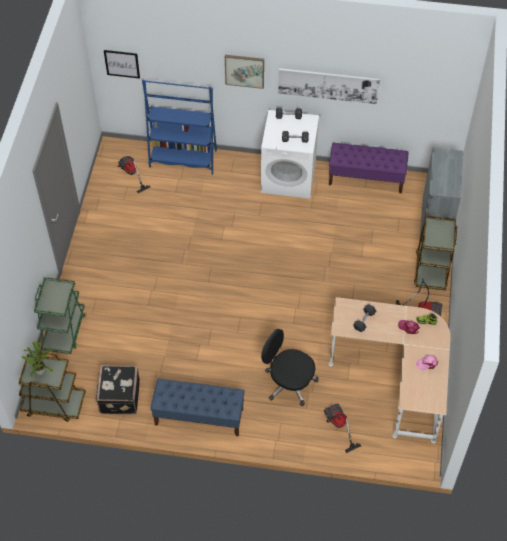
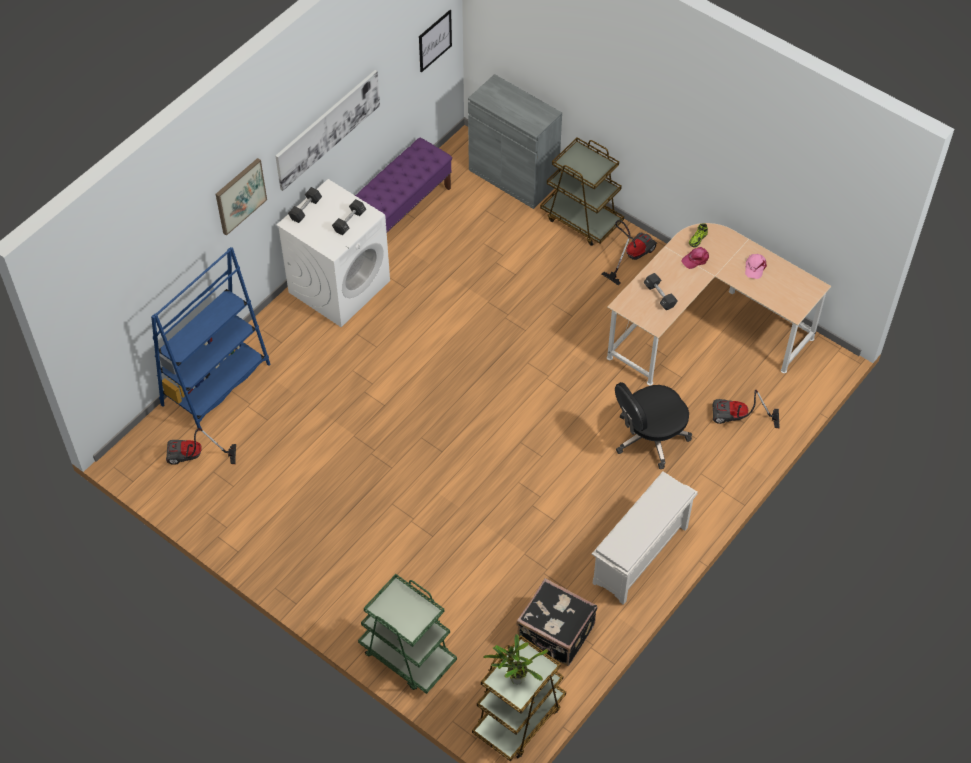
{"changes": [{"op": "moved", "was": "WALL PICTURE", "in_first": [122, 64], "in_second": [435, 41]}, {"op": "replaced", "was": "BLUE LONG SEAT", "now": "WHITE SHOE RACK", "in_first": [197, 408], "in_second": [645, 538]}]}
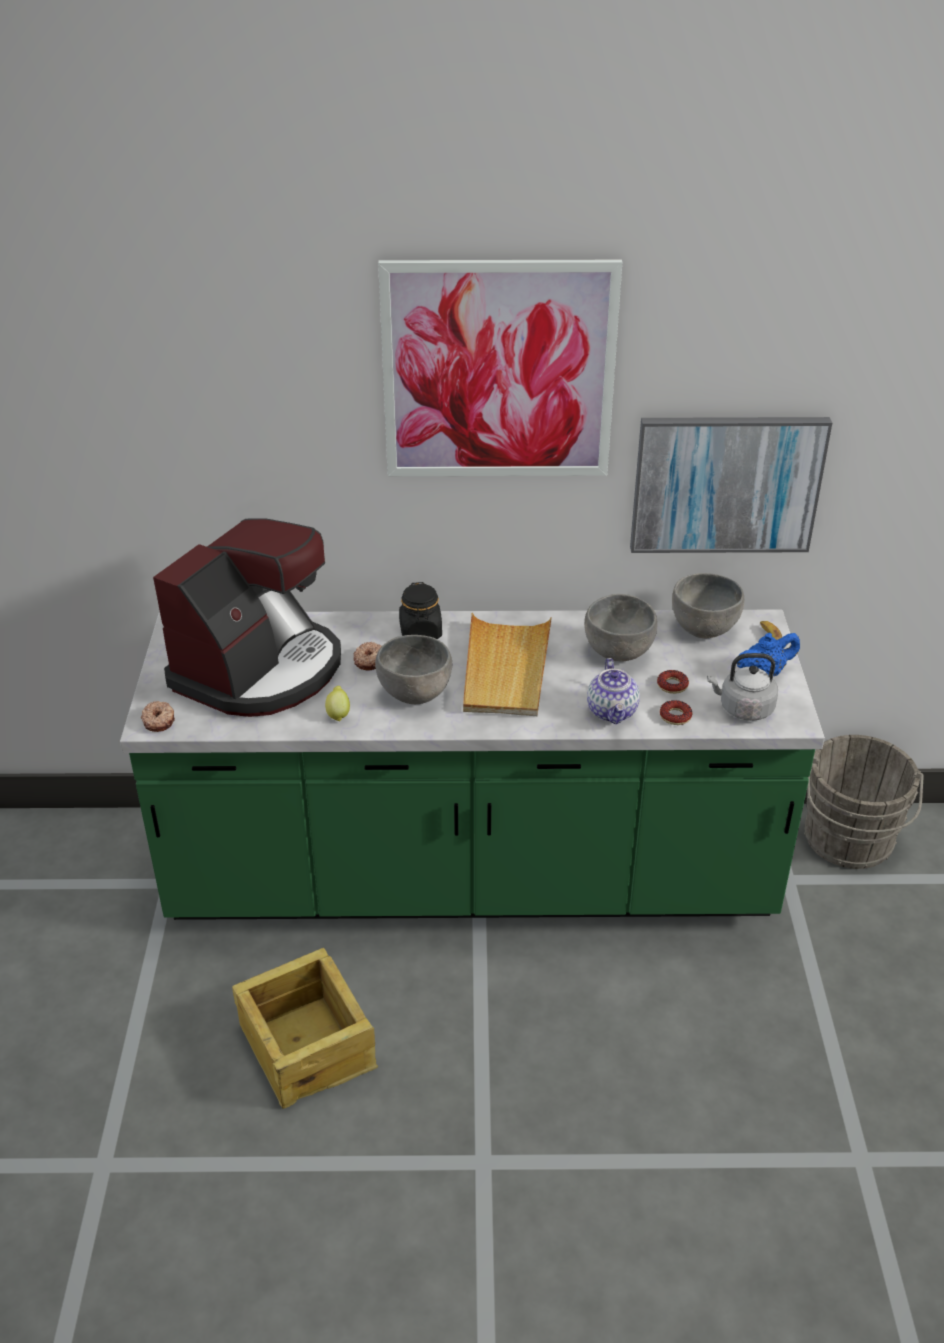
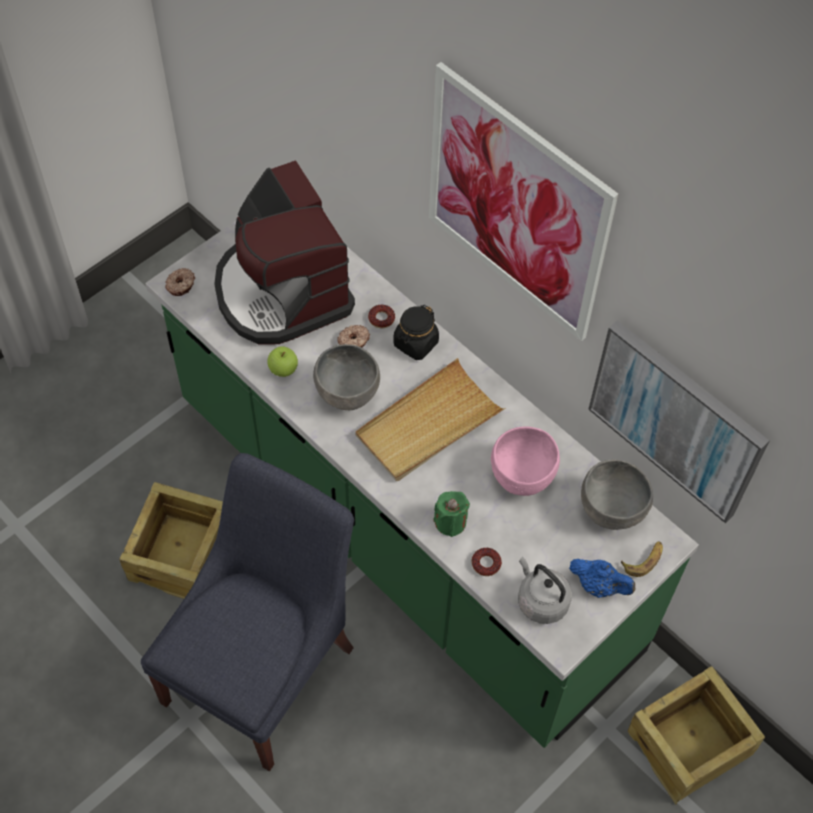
{"changes": [{"op": "added", "now": "BLUE CHAIR", "in_second": [247, 612]}, {"op": "moved", "was": "DOUGHNUT", "in_first": [673, 682], "in_second": [381, 316]}, {"op": "replaced", "was": "CITRUS FRUIT", "now": "WHOLE APPLE", "in_first": [337, 704], "in_second": [282, 361]}, {"op": "replaced", "was": "TEA POT", "now": "GREENISH WAX CANDLE", "in_first": [613, 691], "in_second": [452, 514]}, {"op": "replaced", "was": "GREY BUCKET", "now": "SHIPPING CRATE", "in_first": [864, 802], "in_second": [696, 735]}, {"op": "recoloured", "was": "GREY BOWL", "now": "PINK BOWL", "in_first": [621, 628], "in_second": [525, 461]}, {"op": "turned", "was": "COFFEE BREWER", "in_first": [247, 617], "in_second": [284, 252], "clockwise": 75}]}
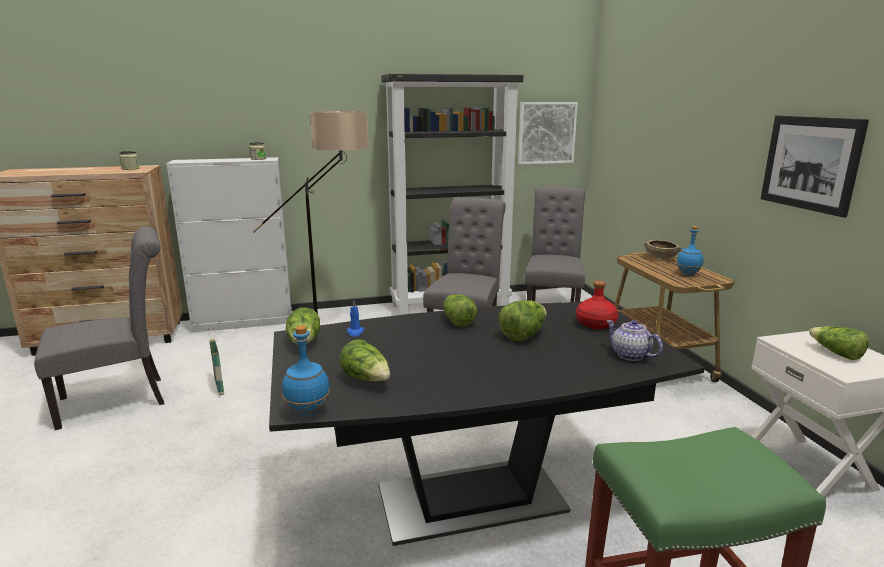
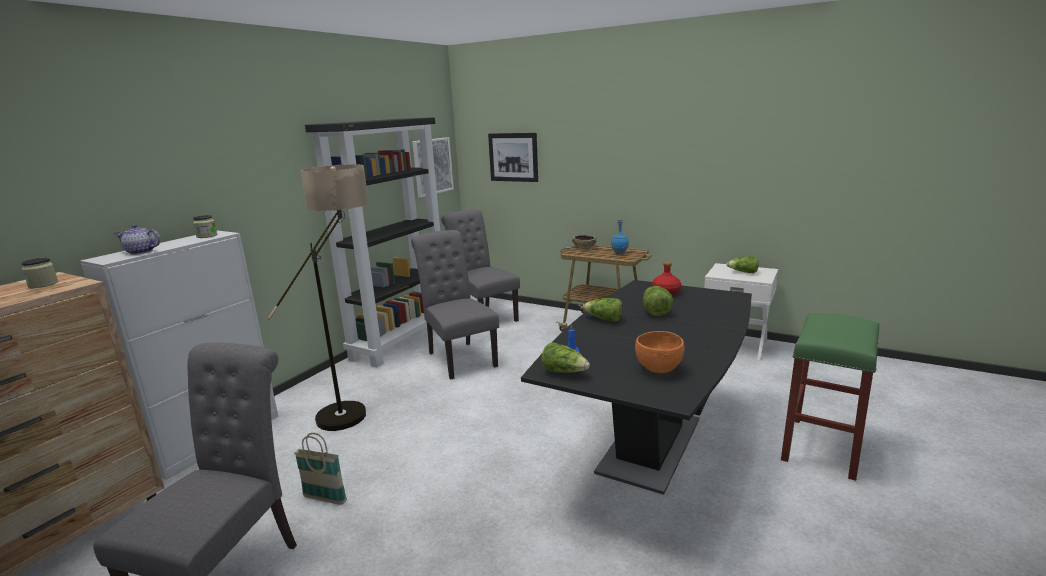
{"changes": [{"op": "removed", "was": "BLUE DRINK BOTTLE", "in_first": [306, 370]}, {"op": "moved", "was": "TEA POT", "in_first": [635, 340], "in_second": [138, 240]}, {"op": "moved", "was": "WALL PICTURE", "in_first": [815, 167], "in_second": [513, 157]}, {"op": "replaced", "was": "LETTUCE", "now": "ORANGE-COLOURED BOWL", "in_first": [365, 360], "in_second": [660, 352]}]}
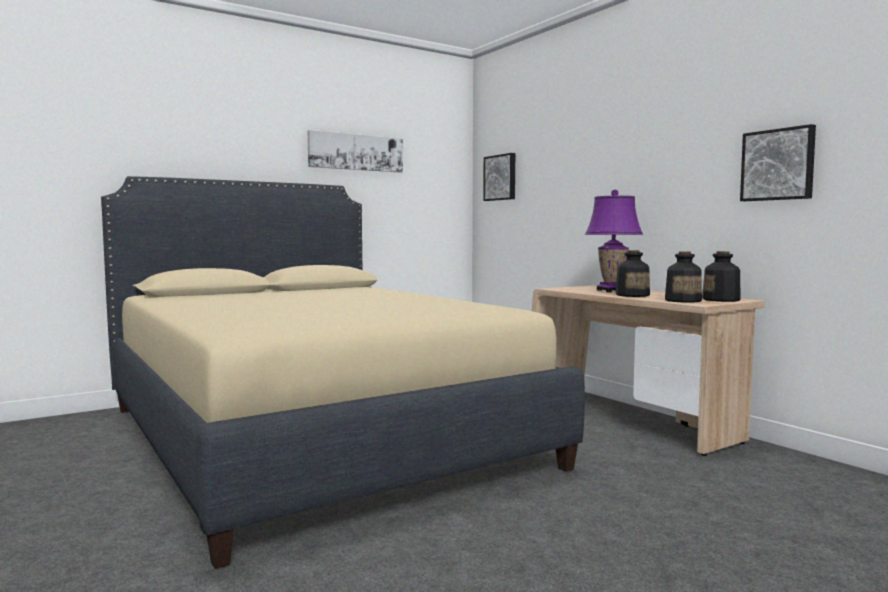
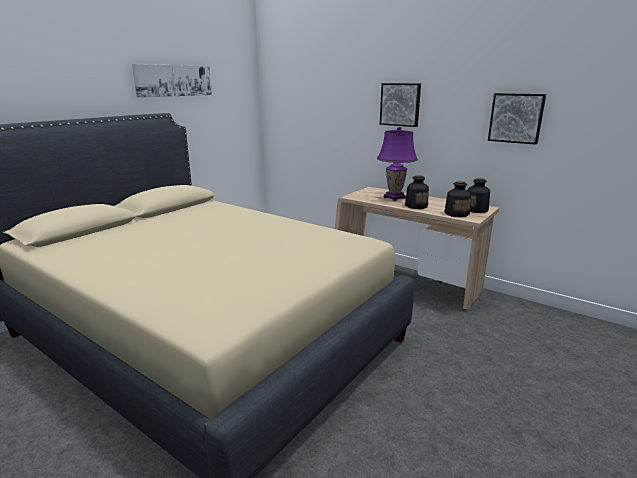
{"changes": [{"op": "moved", "was": "WALL PICTURE", "in_first": [499, 177], "in_second": [400, 105]}]}
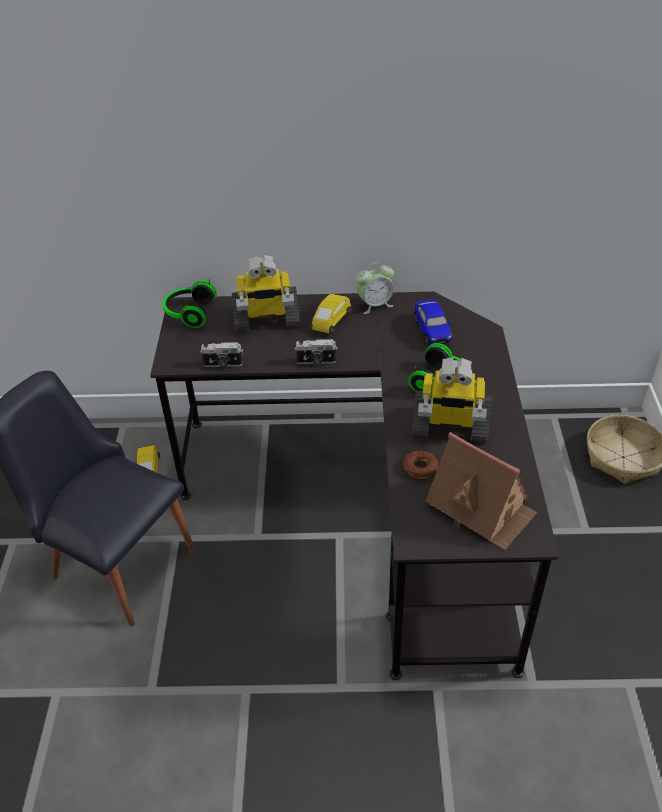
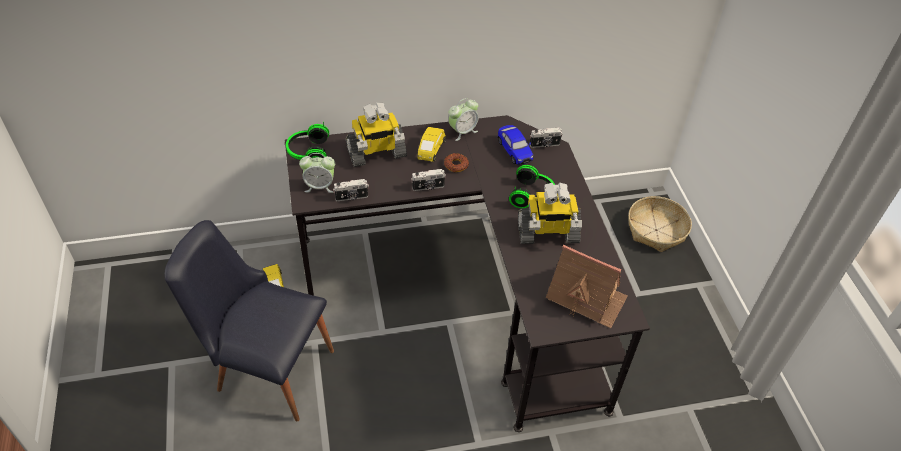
{"changes": [{"op": "added", "now": "TABLE CLOCK", "in_second": [317, 173]}, {"op": "added", "now": "STILL CAMERA", "in_second": [546, 137]}, {"op": "moved", "was": "DOUGHNUT", "in_first": [421, 464], "in_second": [456, 162]}]}
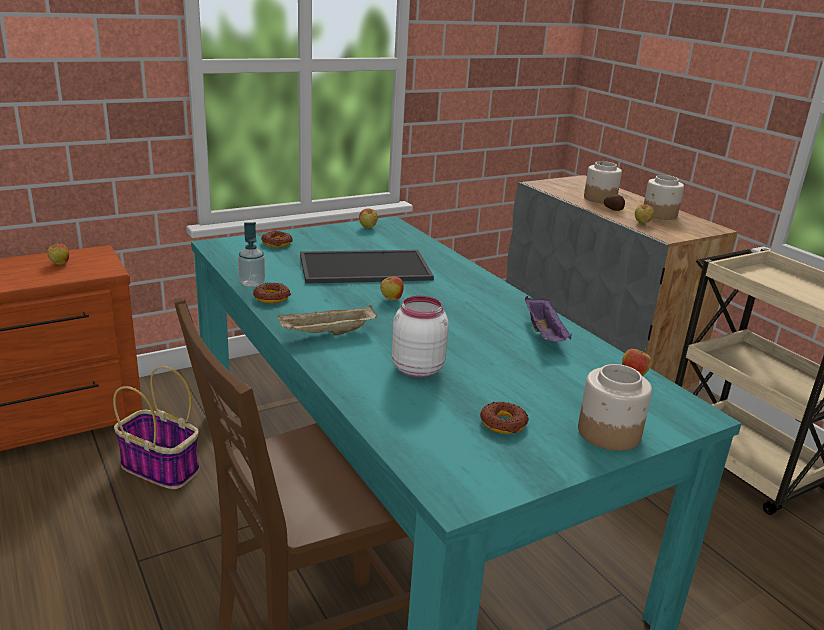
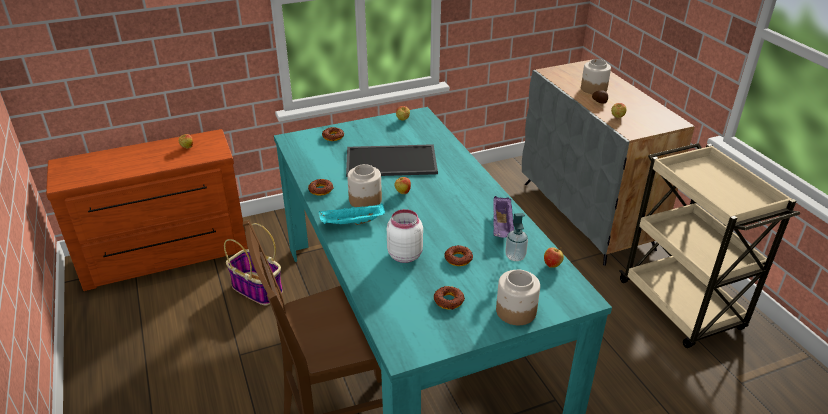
{"changes": [{"op": "added", "now": "DOUGHNUT", "in_second": [458, 255]}, {"op": "moved", "was": "LIQUID SOAP BOTTLE", "in_first": [251, 254], "in_second": [516, 237]}, {"op": "moved", "was": "JAR", "in_first": [664, 197], "in_second": [364, 185]}, {"op": "recoloured", "was": "BEIGE-COLOURED TRAY", "now": "TURQUOISE TRAY", "in_first": [327, 320], "in_second": [352, 214]}]}
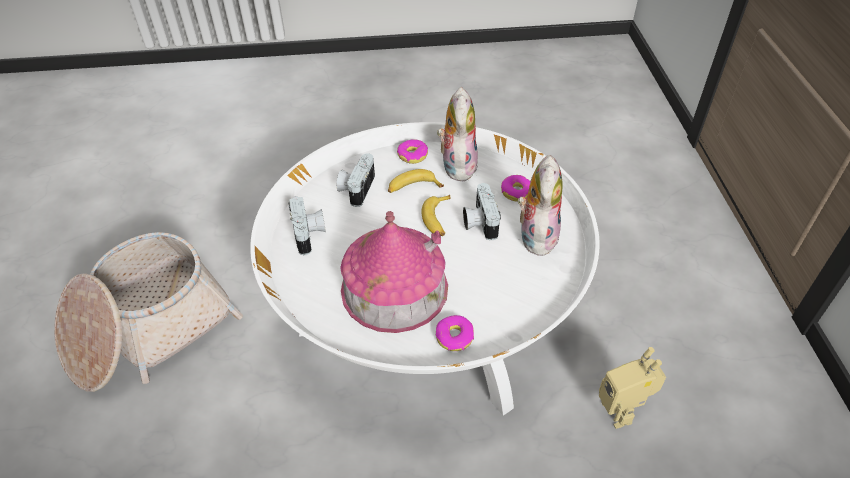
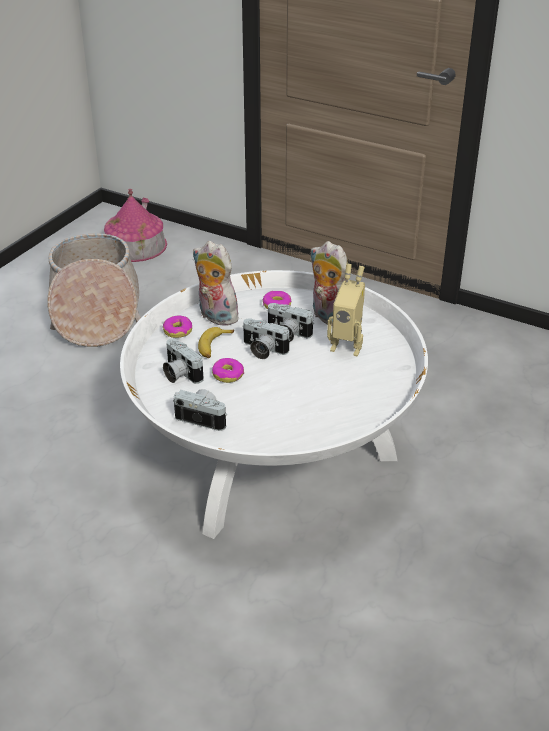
{"changes": [{"op": "moved", "was": "HOUSEHOLD BASKET", "in_first": [148, 312], "in_second": [94, 290]}, {"op": "moved", "was": "MINIATURE HOUSE", "in_first": [394, 272], "in_second": [135, 225]}, {"op": "moved", "was": "DOUGHNUT", "in_first": [455, 333], "in_second": [228, 370]}, {"op": "moved", "was": "ROBOT FIGURE", "in_first": [632, 388], "in_second": [346, 310]}, {"op": "replaced", "was": "WHOLE BANANA", "now": "STILL CAMERA", "in_first": [435, 215], "in_second": [266, 338]}]}
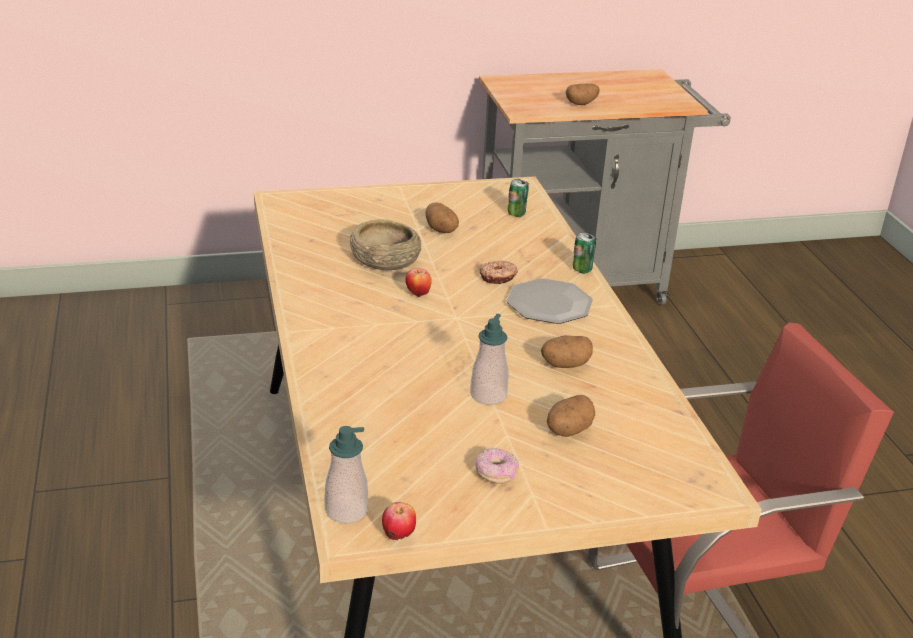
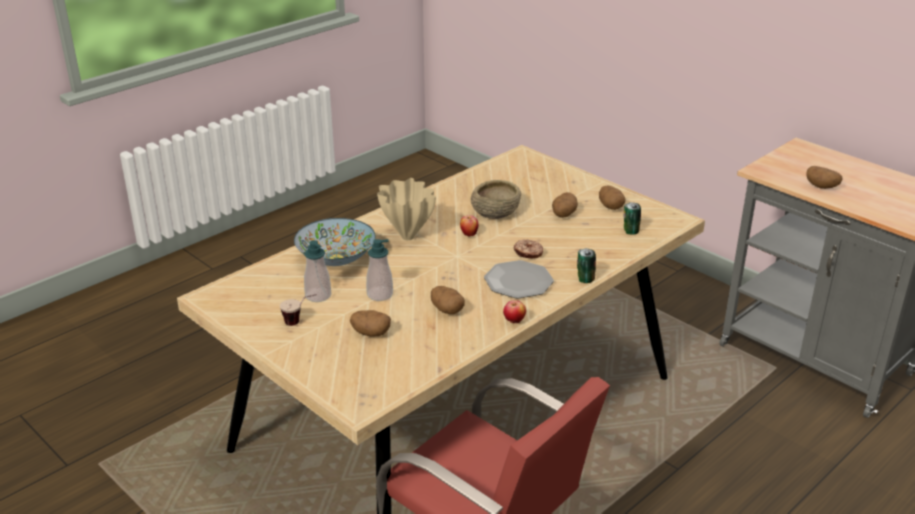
{"changes": [{"op": "added", "now": "BOWL", "in_second": [335, 242]}, {"op": "added", "now": "BEIGE-COLOURED VASE", "in_second": [406, 209]}, {"op": "added", "now": "SPUD", "in_second": [612, 198]}, {"op": "moved", "was": "LIQUID SOAP BOTTLE", "in_first": [346, 474], "in_second": [317, 271]}, {"op": "moved", "was": "WHOLE APPLE", "in_first": [399, 521], "in_second": [514, 311]}, {"op": "replaced", "was": "DOUGHNUT", "now": "SMALL CUP", "in_first": [497, 465], "in_second": [298, 310]}]}
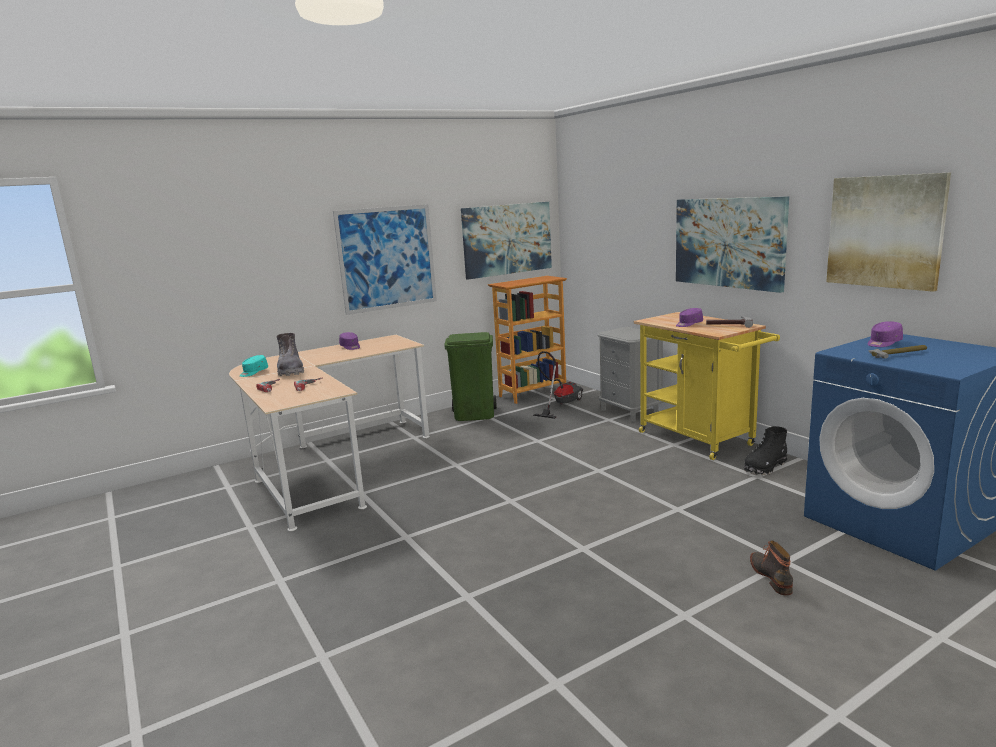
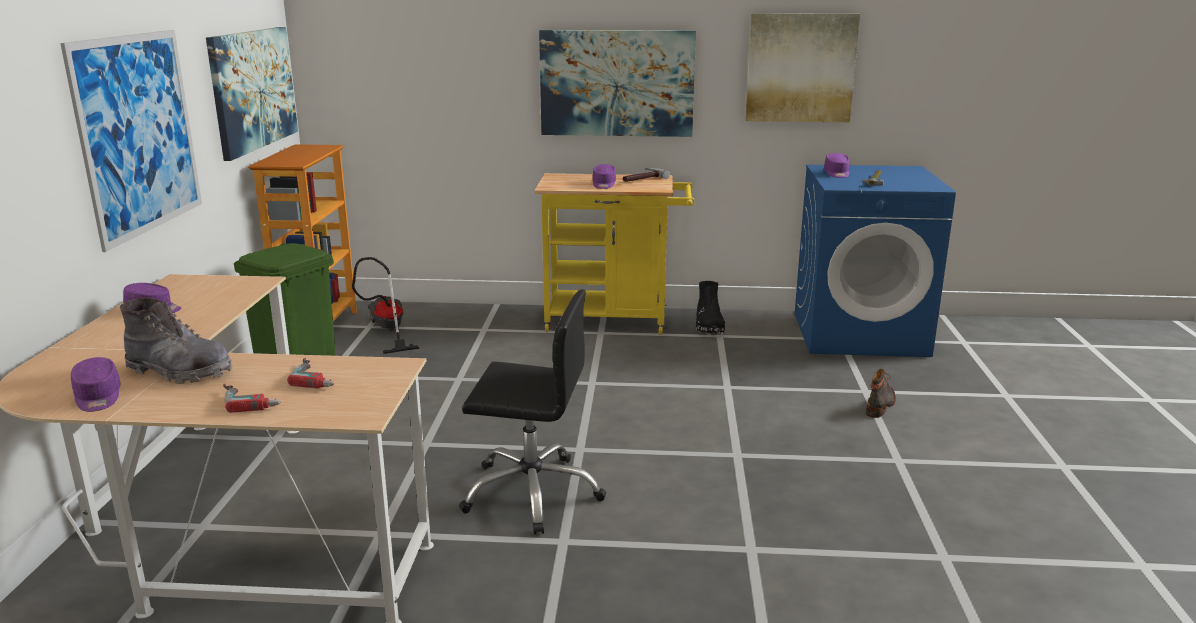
{"changes": [{"op": "removed", "was": "GREY BEDSIDE TABLE", "in_first": [631, 374]}, {"op": "added", "now": "BLACK COMPUTER CHAIR", "in_second": [532, 411]}, {"op": "recoloured", "was": "TURQUOISE BASEBALL CAP", "now": "PURPLE BASEBALL CAP", "in_first": [254, 366], "in_second": [96, 384]}, {"op": "turned", "was": "TALL BOOT", "in_first": [771, 567], "in_second": [881, 393], "clockwise": 90}]}
